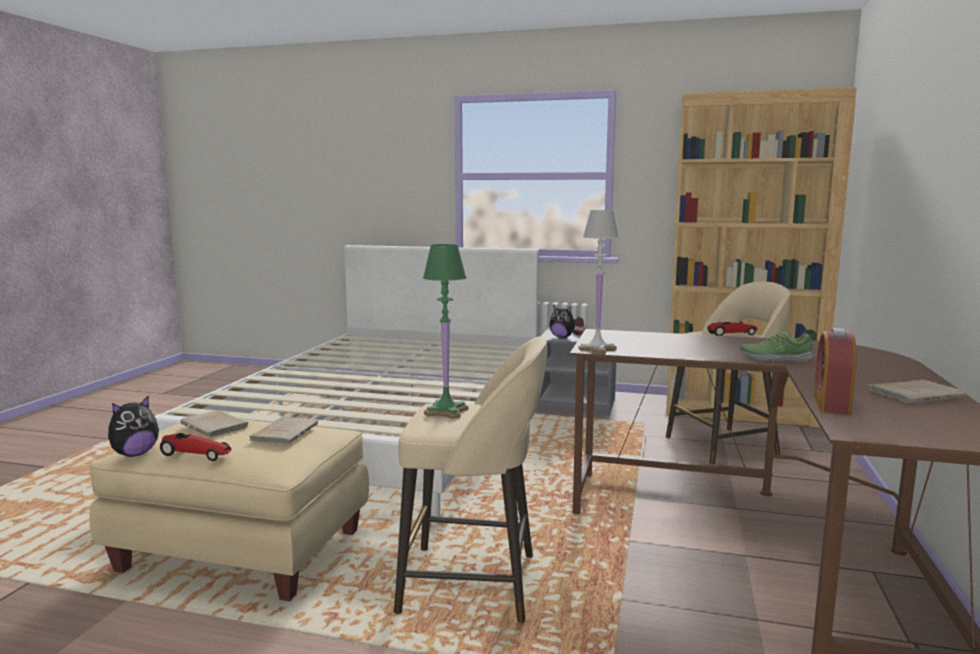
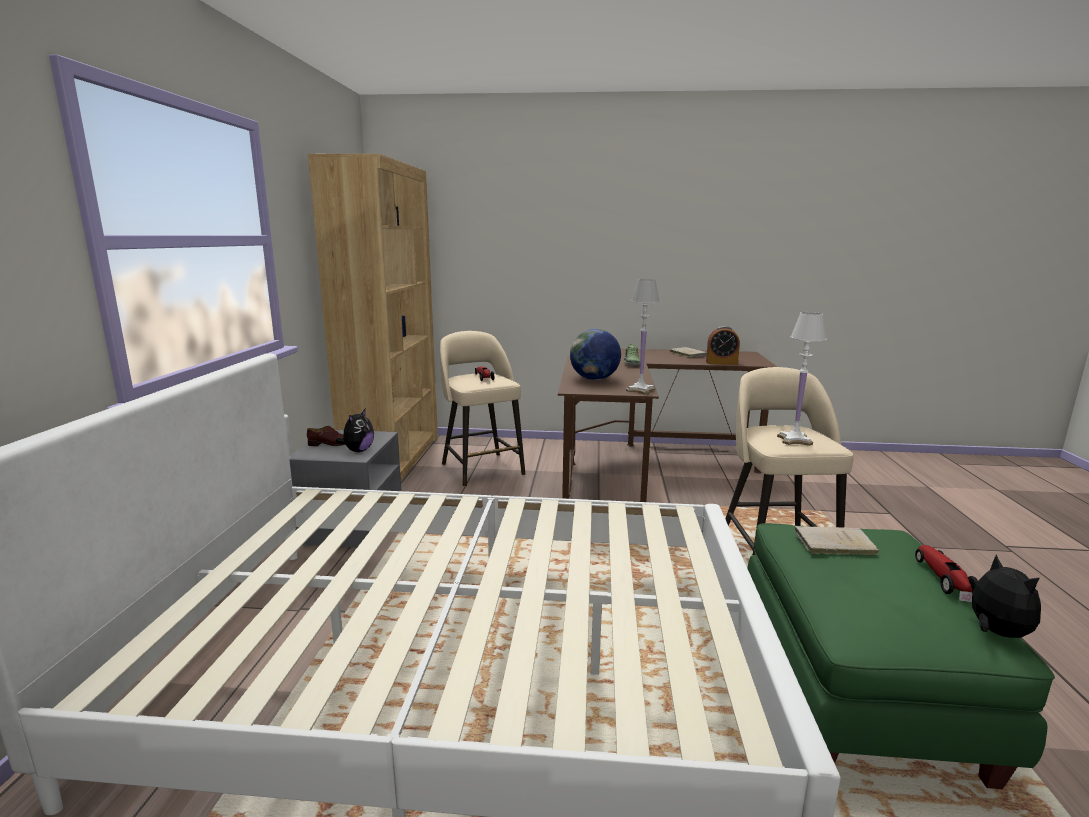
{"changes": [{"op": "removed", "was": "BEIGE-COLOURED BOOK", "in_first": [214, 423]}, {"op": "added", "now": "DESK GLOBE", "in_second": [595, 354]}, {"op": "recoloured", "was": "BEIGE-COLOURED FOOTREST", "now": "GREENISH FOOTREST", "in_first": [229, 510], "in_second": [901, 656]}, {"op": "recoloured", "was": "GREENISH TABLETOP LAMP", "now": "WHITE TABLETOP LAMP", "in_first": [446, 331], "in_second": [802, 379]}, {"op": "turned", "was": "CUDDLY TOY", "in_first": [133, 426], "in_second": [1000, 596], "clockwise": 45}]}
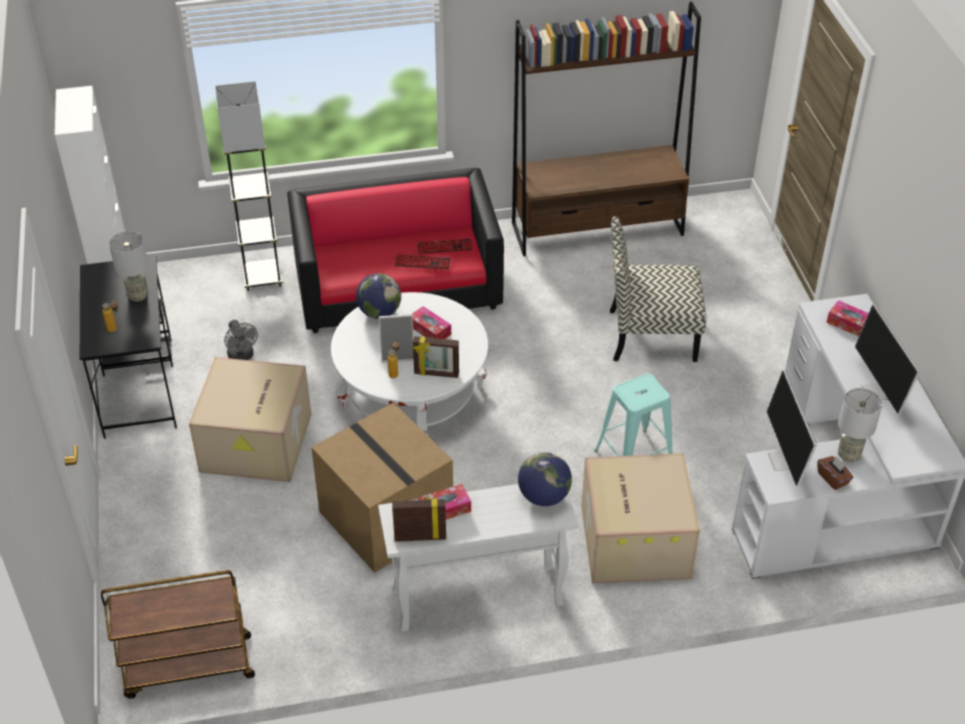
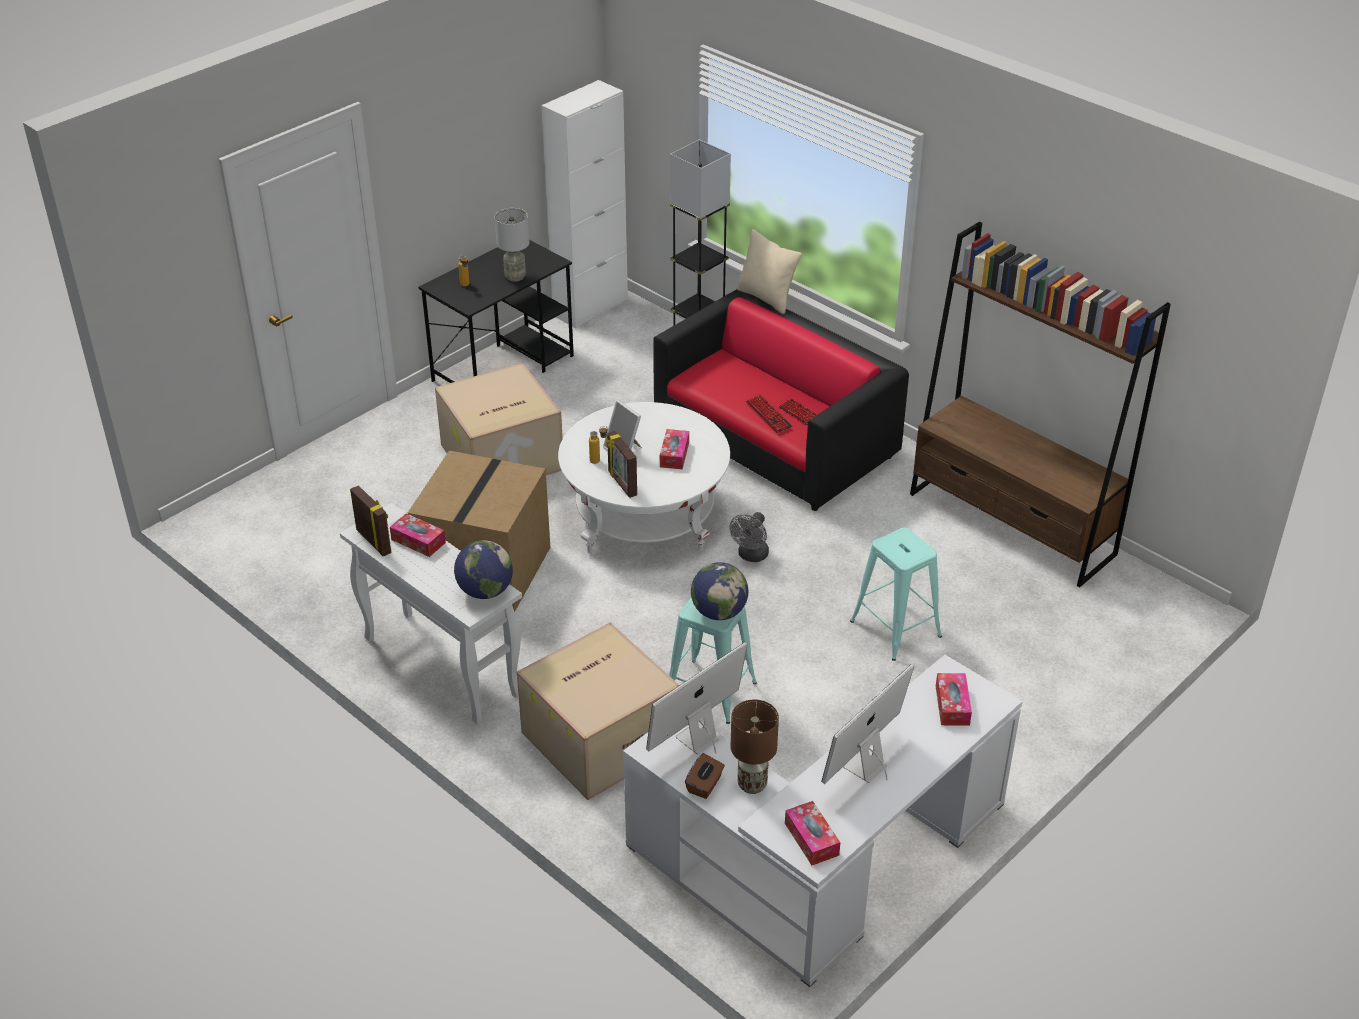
{"changes": [{"op": "removed", "was": "BROWN-COLOURED CART", "in_first": [178, 634]}, {"op": "added", "now": "BEIGE-COLOURED PILLOW", "in_second": [769, 271]}, {"op": "added", "now": "BOX OF TISSUES", "in_second": [812, 833]}, {"op": "moved", "was": "GREY COOLING FAN", "in_first": [241, 340], "in_second": [749, 537]}, {"op": "moved", "was": "DESK GLOBE", "in_first": [378, 296], "in_second": [720, 591]}, {"op": "replaced", "was": "CHAIR", "now": "TURQUOISE STOOL", "in_first": [658, 289], "in_second": [896, 594]}, {"op": "recoloured", "was": "GREY TABLETOP LAMP", "now": "BROWN-COLOURED TABLETOP LAMP", "in_first": [860, 425], "in_second": [755, 746]}]}
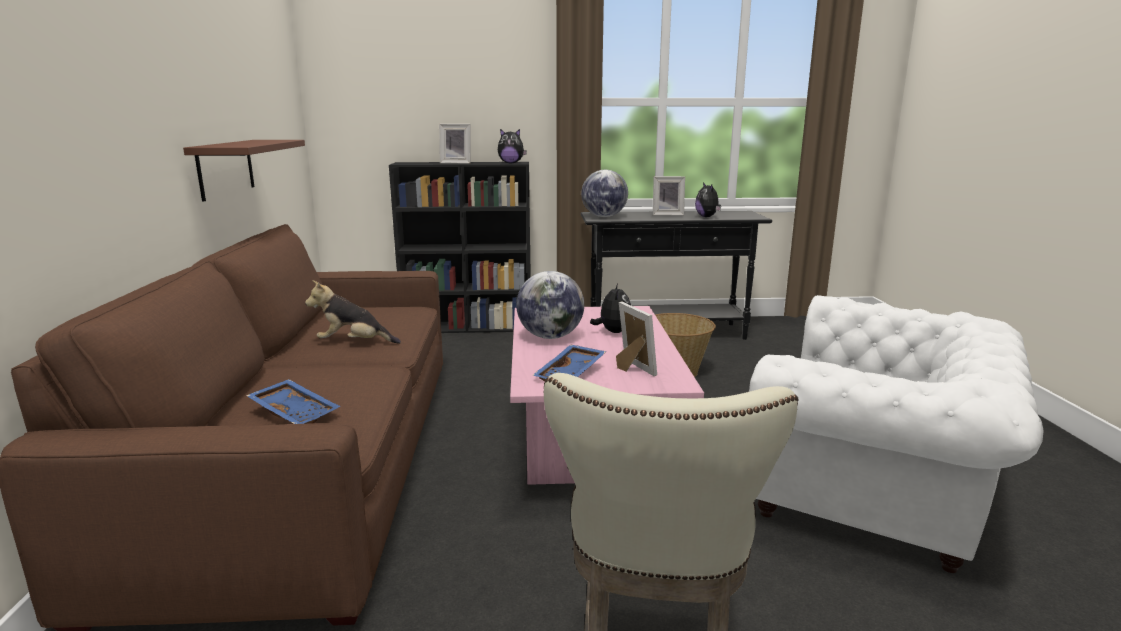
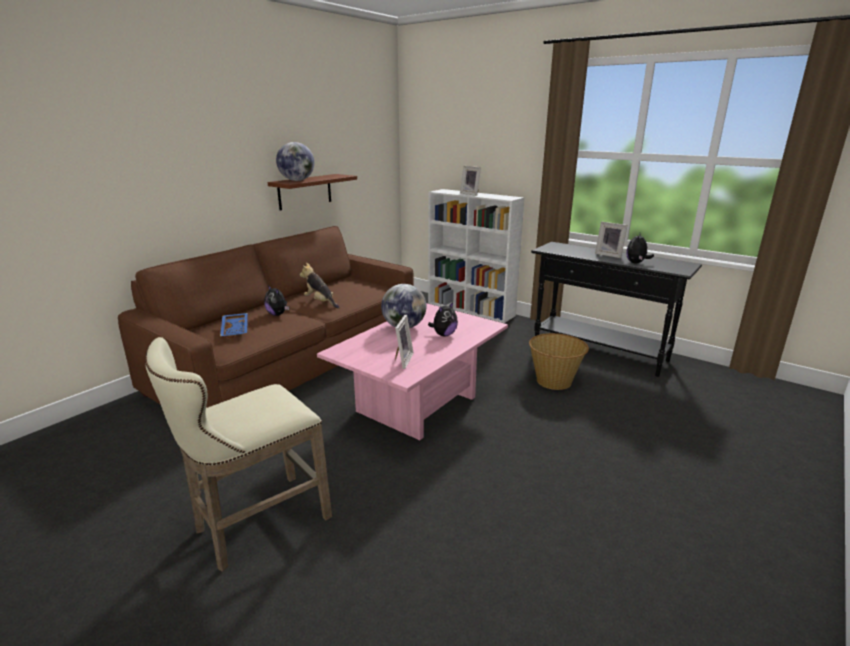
{"changes": [{"op": "removed", "was": "BLUE TRAY", "in_first": [569, 363]}, {"op": "removed", "was": "WHITE EASY CHAIR", "in_first": [896, 434]}, {"op": "moved", "was": "CUDDLY TOY", "in_first": [512, 146], "in_second": [277, 300]}, {"op": "moved", "was": "DESK GLOBE", "in_first": [604, 193], "in_second": [295, 161]}, {"op": "recoloured", "was": "BLACK BOOKCASE", "now": "WHITE BOOKCASE", "in_first": [460, 247], "in_second": [476, 256]}]}
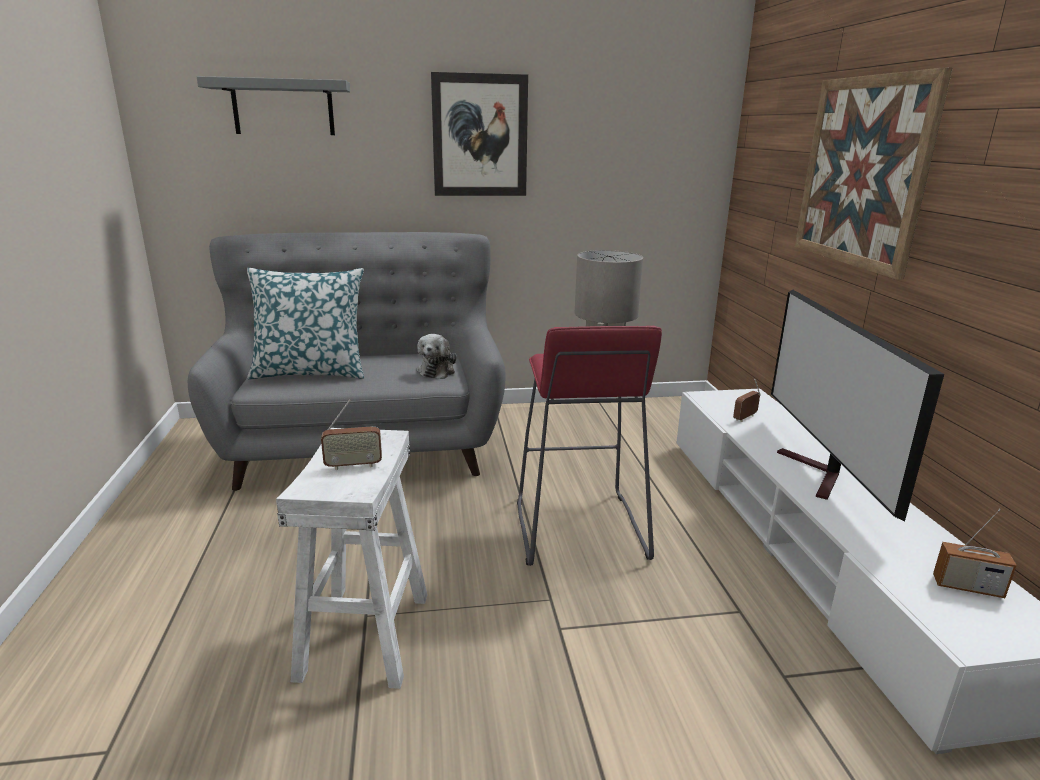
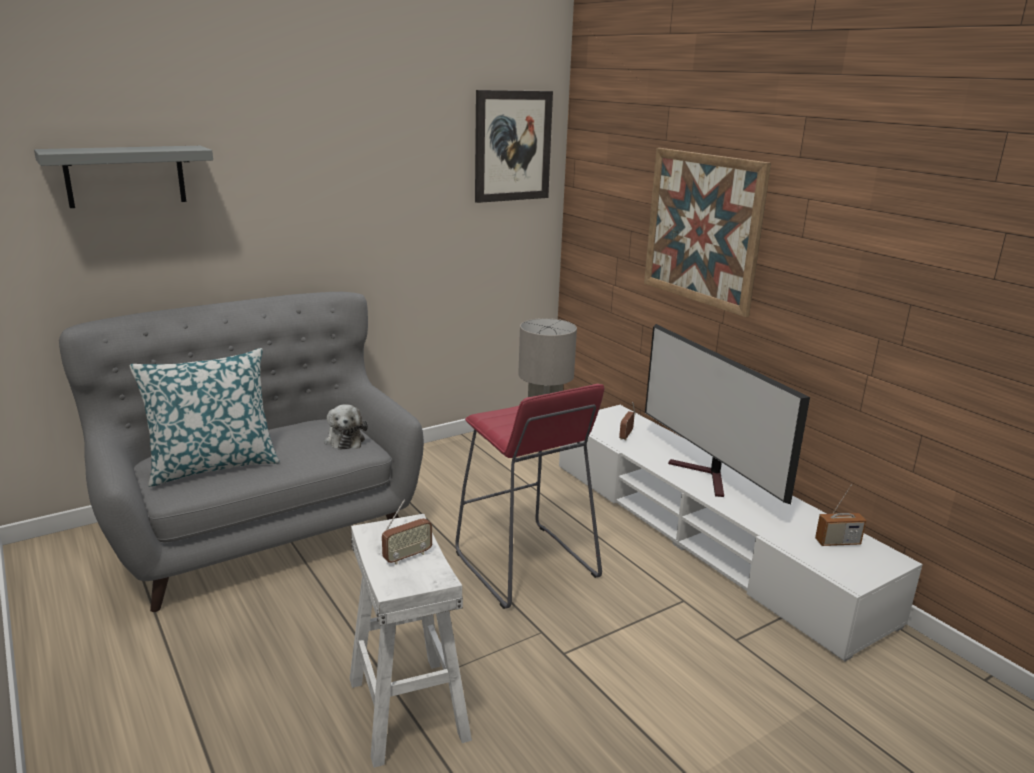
{"changes": [{"op": "moved", "was": "WALL PICTURE", "in_first": [479, 134], "in_second": [514, 146]}]}
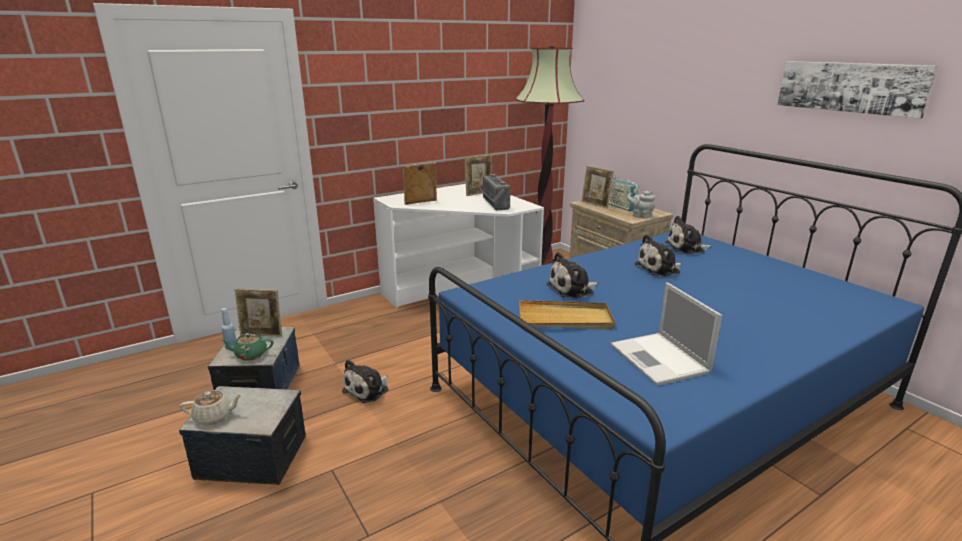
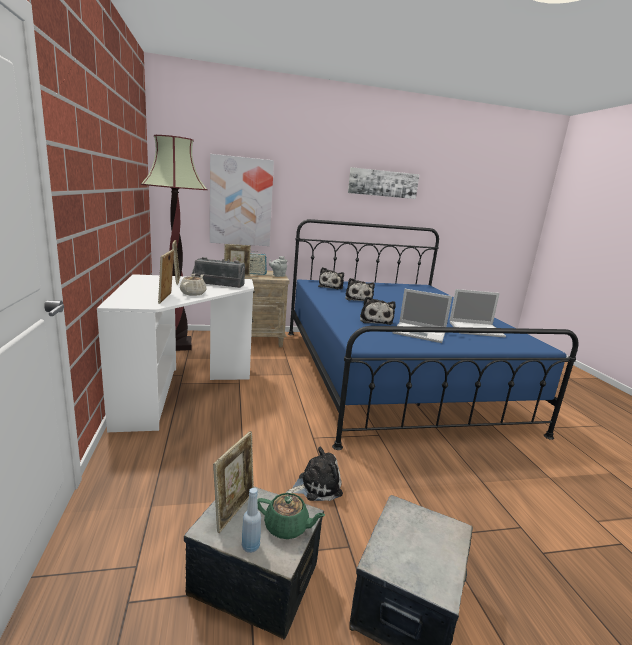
{"changes": [{"op": "added", "now": "WALL PICTURE", "in_second": [242, 200]}, {"op": "moved", "was": "BEIGE-COLOURED TEA POT", "in_first": [211, 407], "in_second": [193, 285]}, {"op": "replaced", "was": "BEIGE-COLOURED TRAY", "now": "LAPTOP", "in_first": [567, 315], "in_second": [422, 316]}, {"op": "turned", "was": "GREENISH TEA POT", "in_first": [247, 347], "in_second": [291, 516], "clockwise": -90}, {"op": "turned", "was": "CUDDLY TOY", "in_first": [365, 381], "in_second": [314, 474], "clockwise": -75}]}
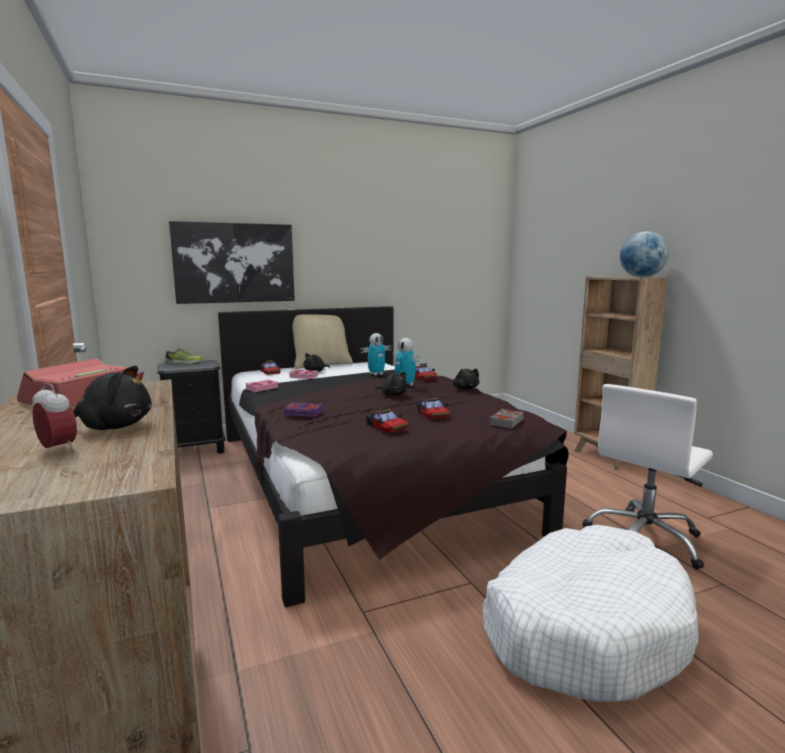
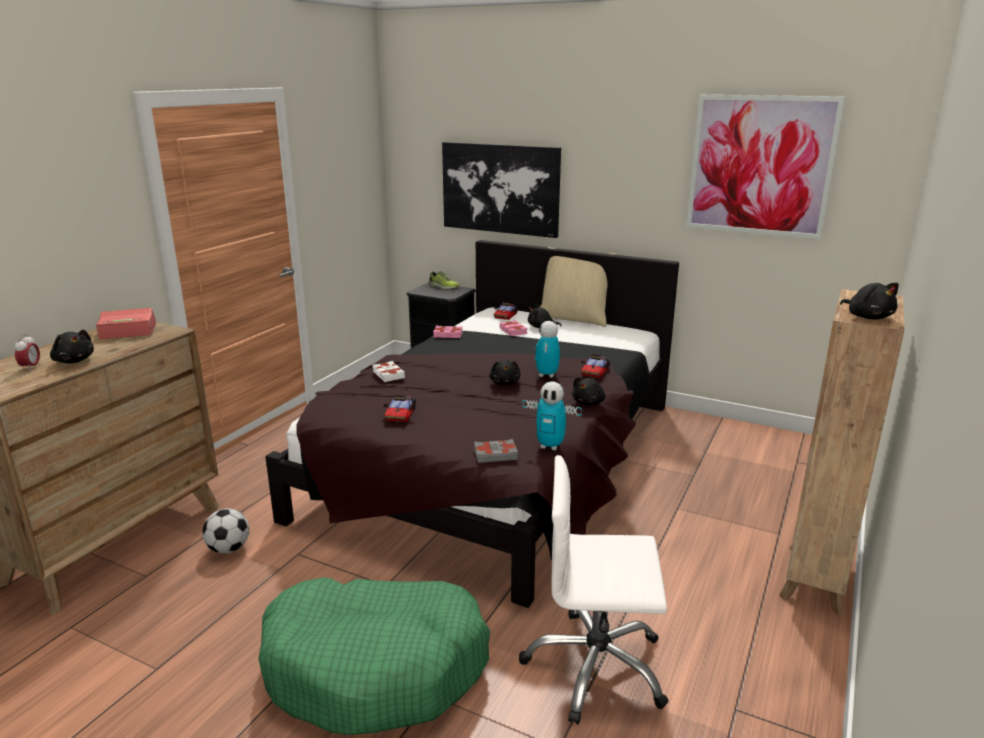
{"changes": [{"op": "removed", "was": "MODEL CAR", "in_first": [433, 407]}, {"op": "added", "now": "FOOTBALL", "in_second": [226, 531]}, {"op": "added", "now": "WALL PICTURE", "in_second": [765, 167]}, {"op": "moved", "was": "ROBOT FIGURE", "in_first": [376, 354], "in_second": [552, 416]}, {"op": "replaced", "was": "DESK GLOBE", "now": "BLACK CUDDLY TOY", "in_first": [644, 254], "in_second": [869, 301]}, {"op": "recoloured", "was": "PURPLE BOOK", "now": "WHITE BOOK", "in_first": [302, 409], "in_second": [389, 371]}, {"op": "recoloured", "was": "WHITE DOG BED", "now": "GREENISH DOG BED", "in_first": [591, 613], "in_second": [374, 656]}]}
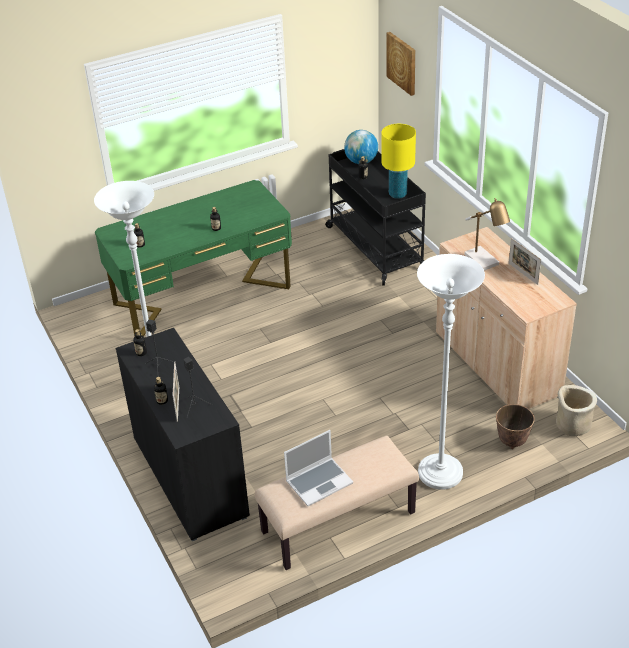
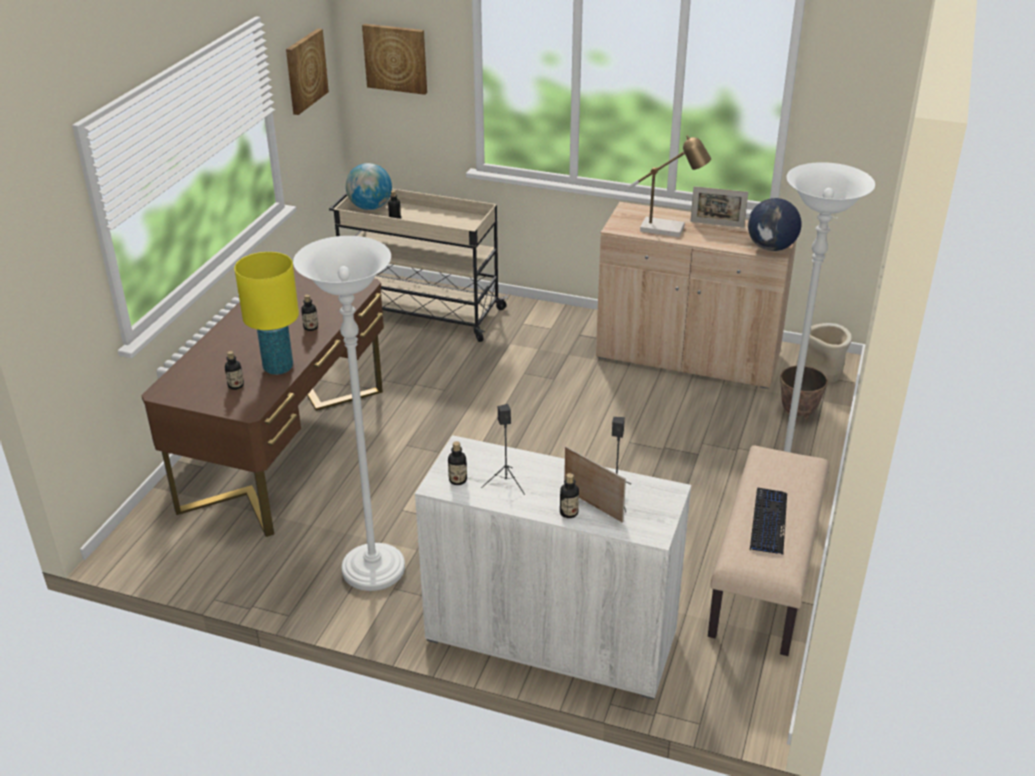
{"changes": [{"op": "added", "now": "WALL PICTURE", "in_second": [307, 71]}, {"op": "added", "now": "DESK GLOBE", "in_second": [775, 224]}, {"op": "moved", "was": "YELLOW TABLETOP LAMP", "in_first": [398, 161], "in_second": [266, 313]}, {"op": "replaced", "was": "LAPTOP", "now": "PC KEYBOARD", "in_first": [318, 468], "in_second": [768, 521]}, {"op": "recoloured", "was": "GREENISH DESK", "now": "BROWN-COLOURED DESK", "in_first": [193, 258], "in_second": [262, 401]}, {"op": "recoloured", "was": "BLACK STORAGE CABINET", "now": "WHITE STORAGE CABINET", "in_first": [182, 434], "in_second": [553, 567]}, {"op": "recoloured", "was": "BLACK CART", "now": "BEIGE-COLOURED CART", "in_first": [375, 217], "in_second": [418, 265]}]}
